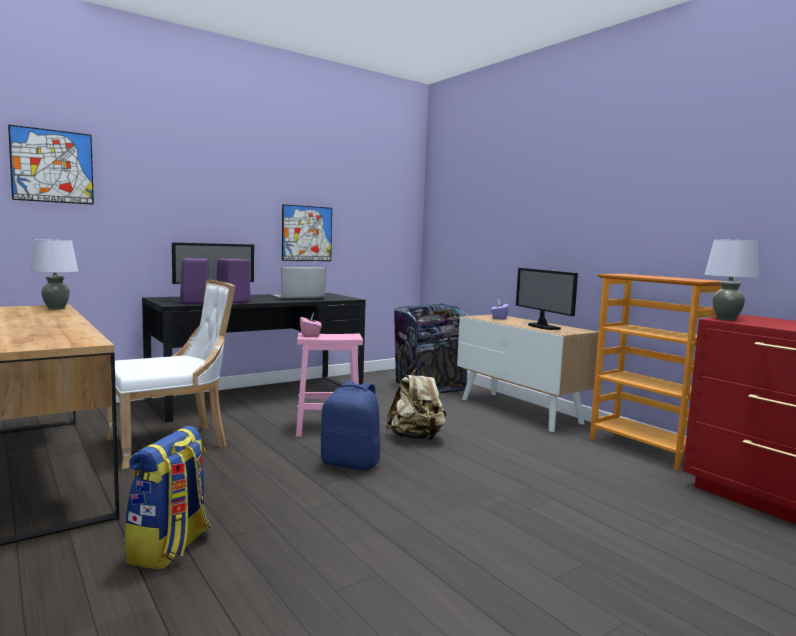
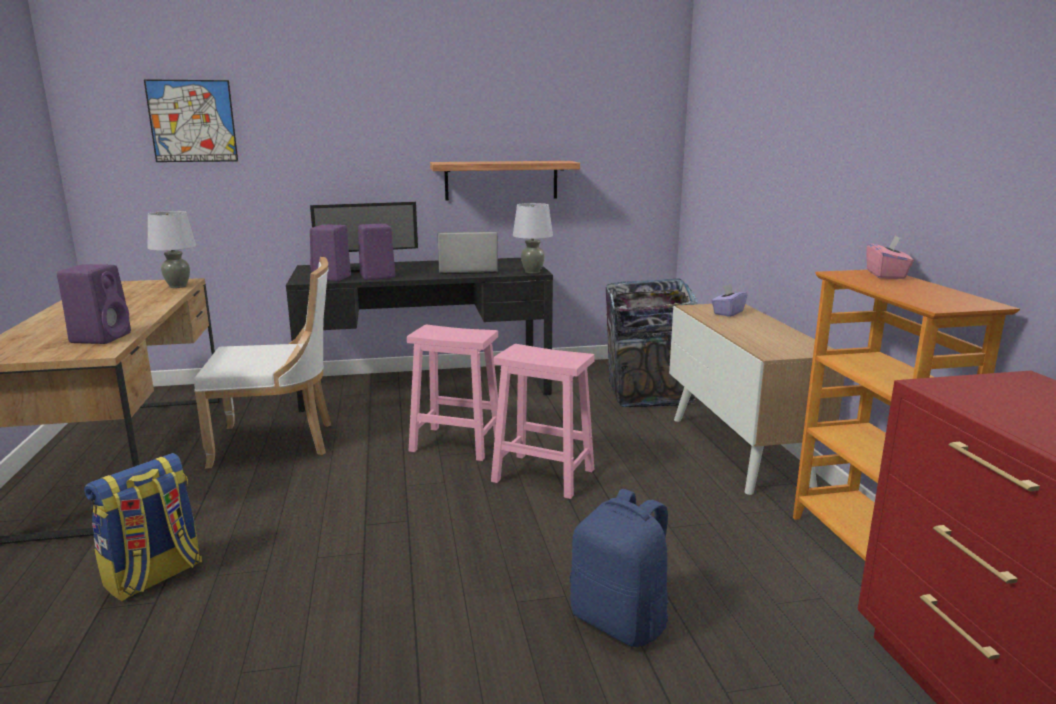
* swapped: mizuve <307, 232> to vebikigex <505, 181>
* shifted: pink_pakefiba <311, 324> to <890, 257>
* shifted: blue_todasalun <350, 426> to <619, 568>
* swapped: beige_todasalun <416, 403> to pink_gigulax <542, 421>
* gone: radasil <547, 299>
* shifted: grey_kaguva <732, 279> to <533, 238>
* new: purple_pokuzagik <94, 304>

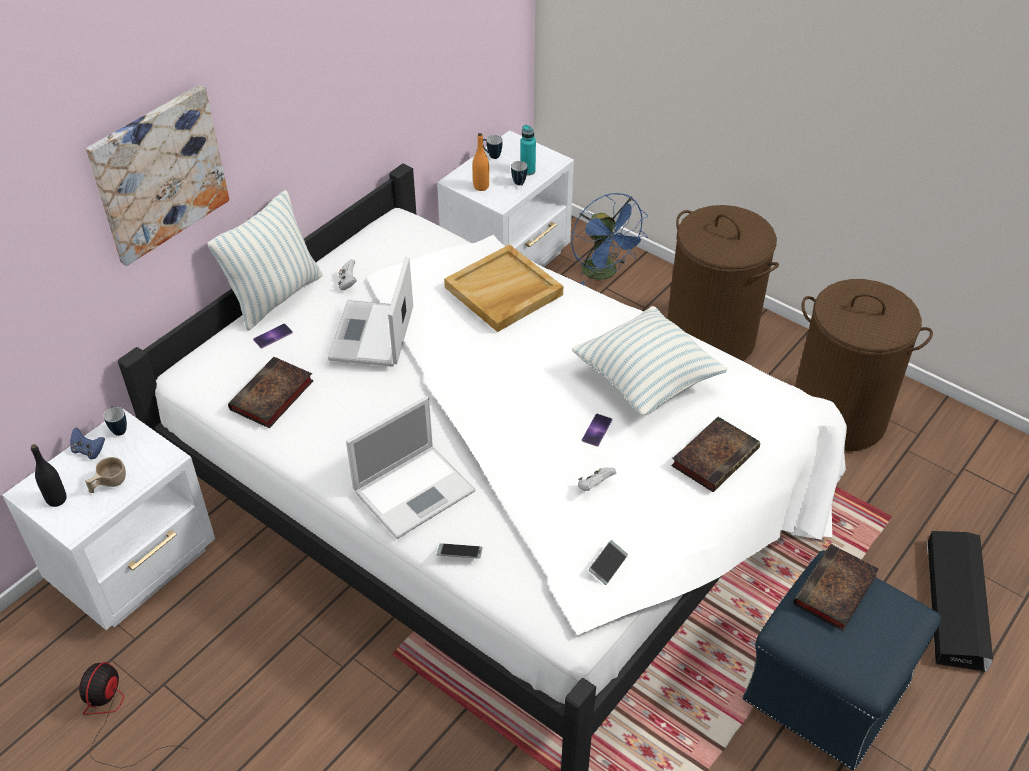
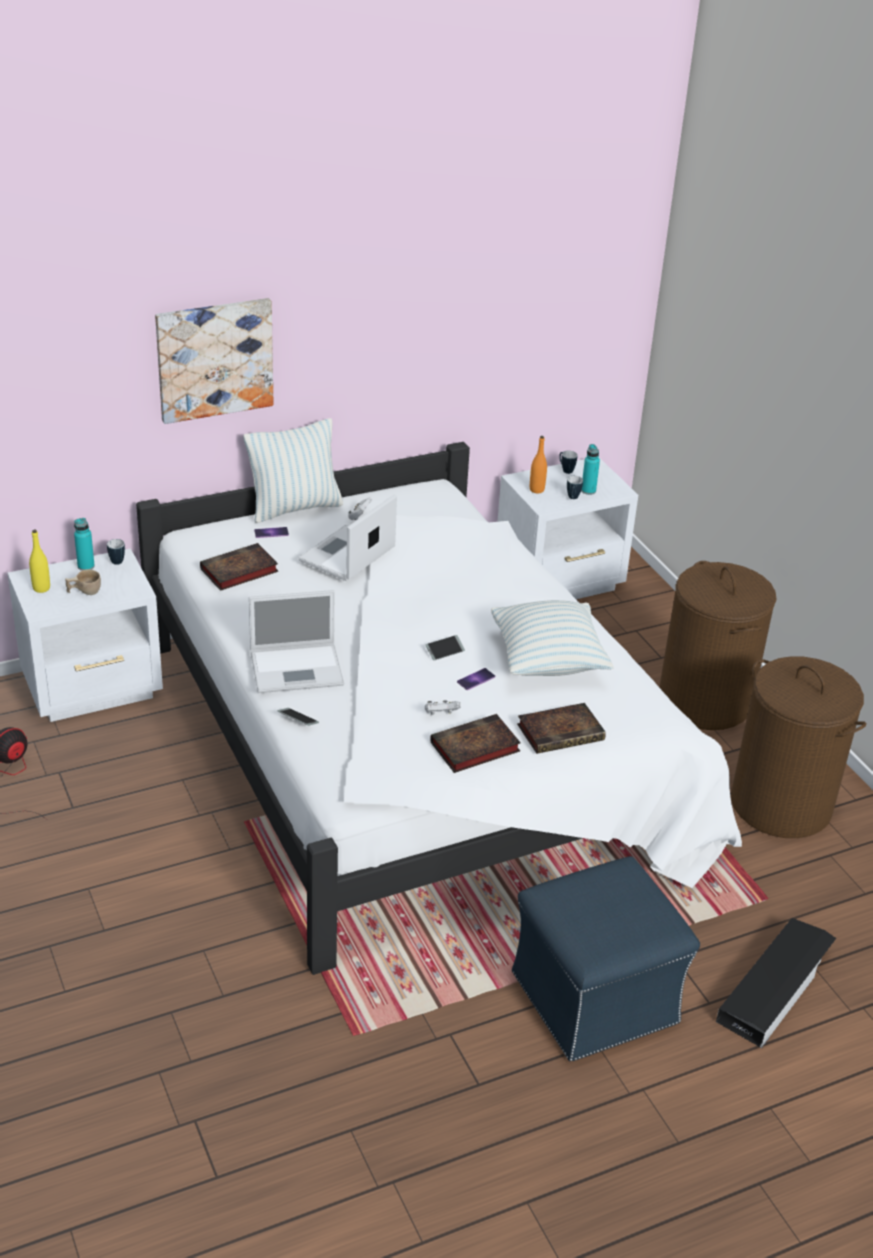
* repainted: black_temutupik <49, 475> to yellow_temutupik <39, 561>
* swapped: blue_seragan <87, 443> to turquoise_temutupik <84, 544>
* gone: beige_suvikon <503, 288>
* gone: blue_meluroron <609, 239>
* shifted: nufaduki <608, 562> to <445, 647>
* shifted: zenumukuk <836, 587> to <475, 743>

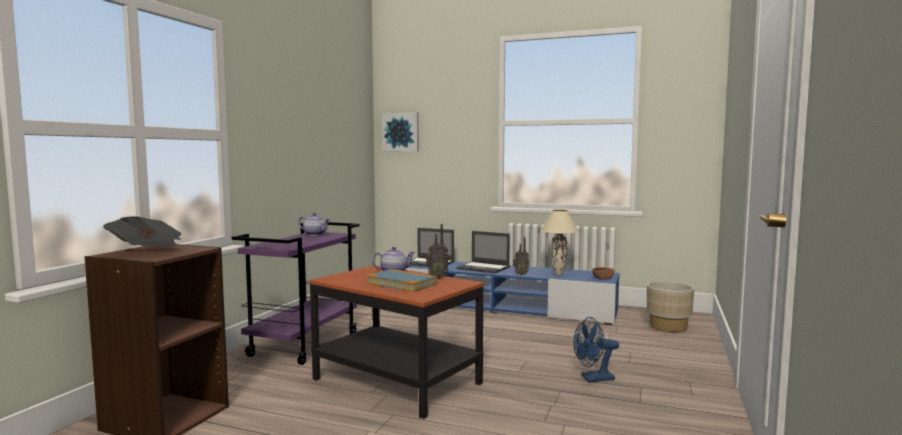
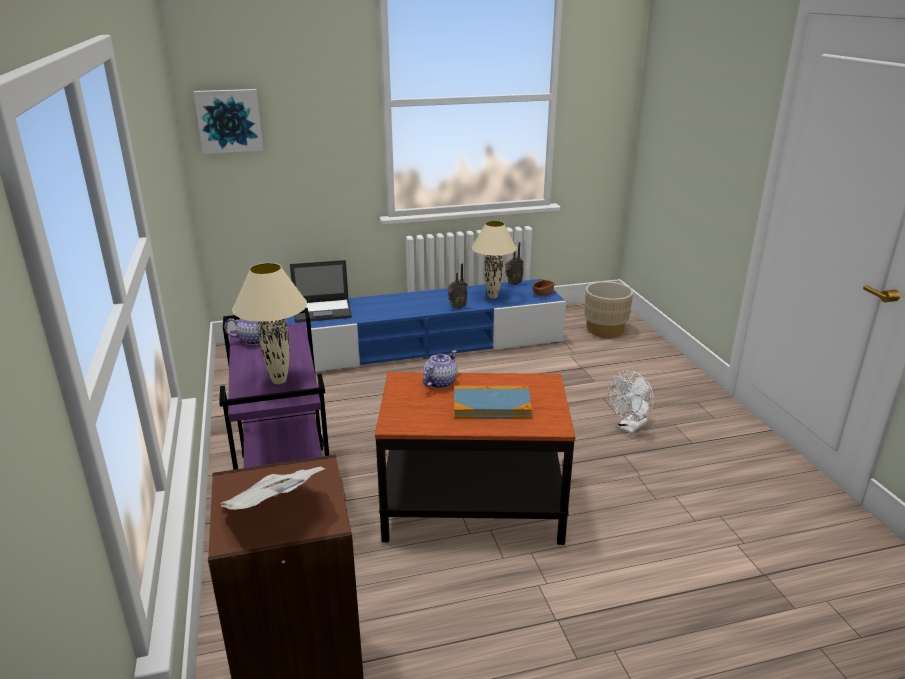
* shifted: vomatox <437, 251> to <514, 263>
* gone: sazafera <483, 252>
* repainted: blue_meluroron <596, 349> to white_meluroron <631, 402>
* new: beige_kaguva <269, 323>

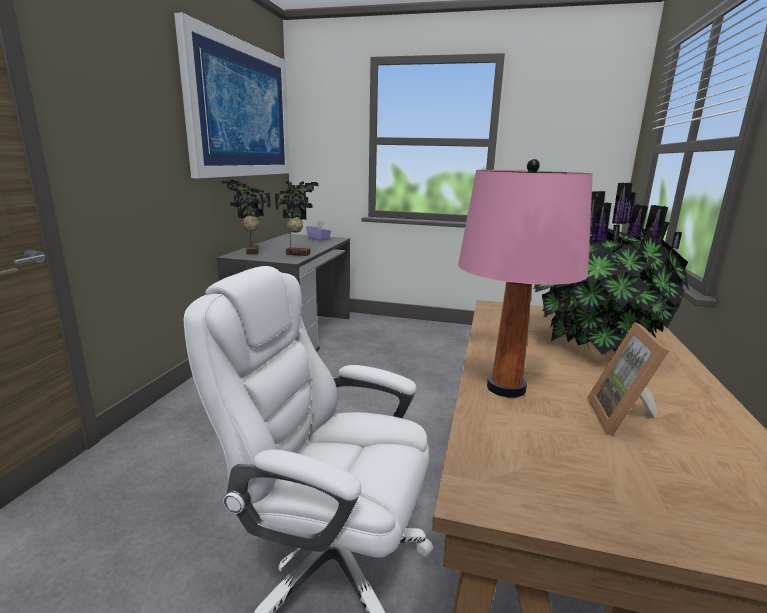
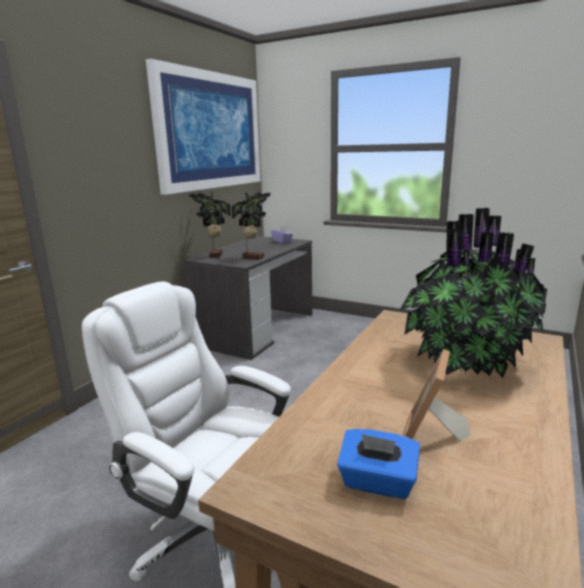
* gone: pink_kaguva <525, 278>
* new: blue_pakefiba <378, 464>

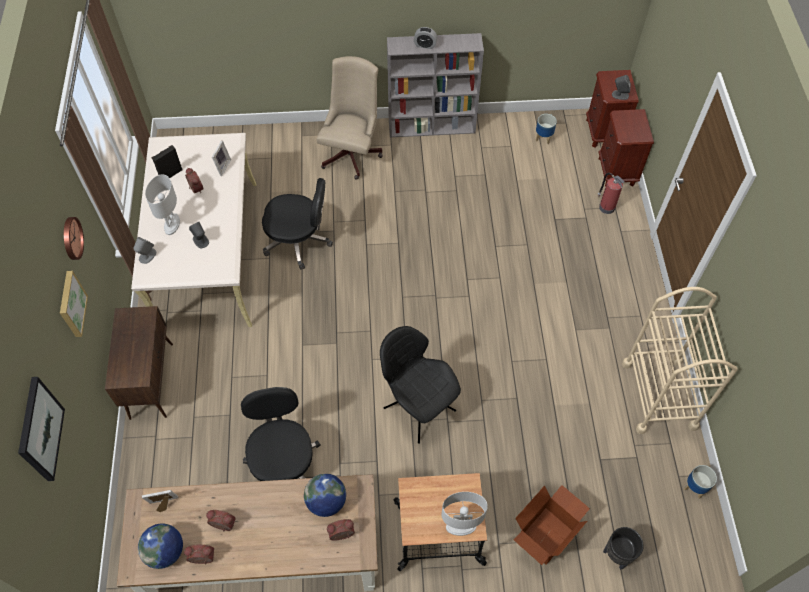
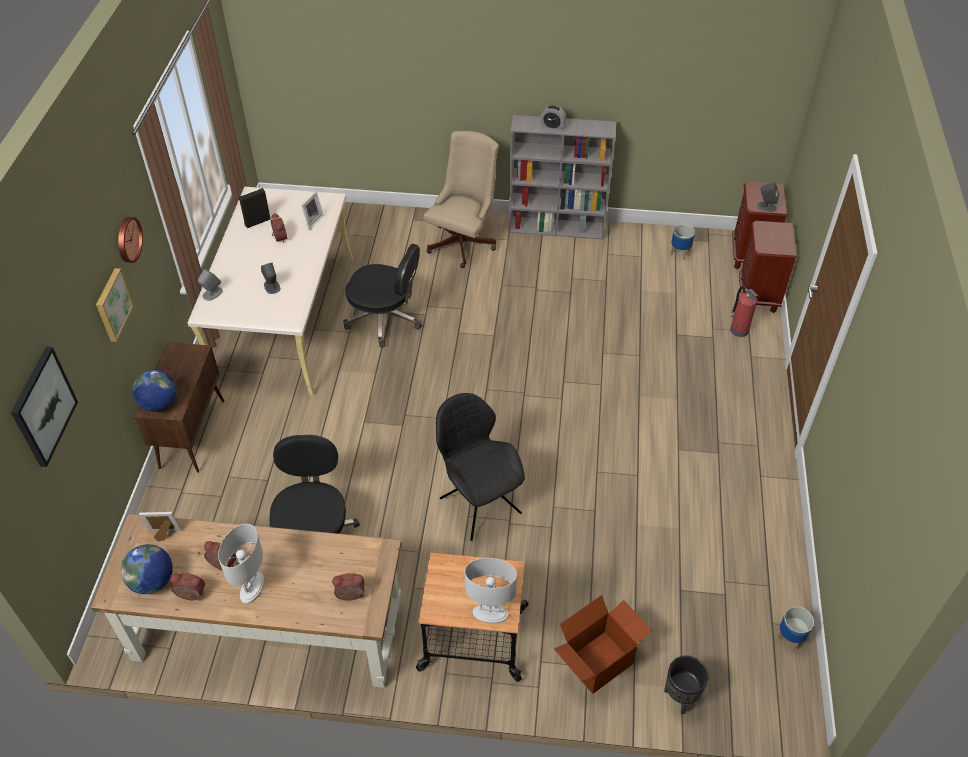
* shifted: white_kaguva <162, 204> to <241, 564>
* shifted: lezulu <325, 495> to <155, 391>
* gone: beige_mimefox <680, 360>

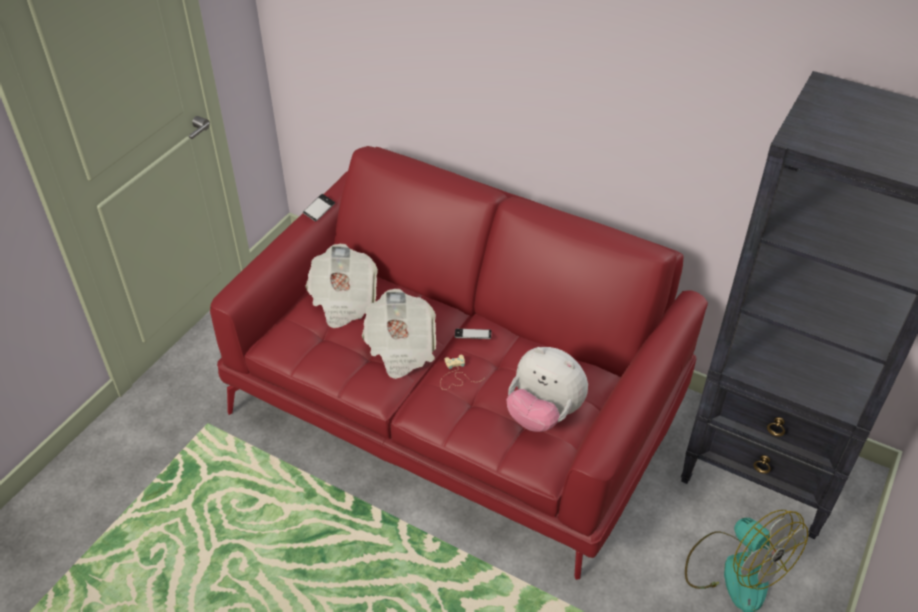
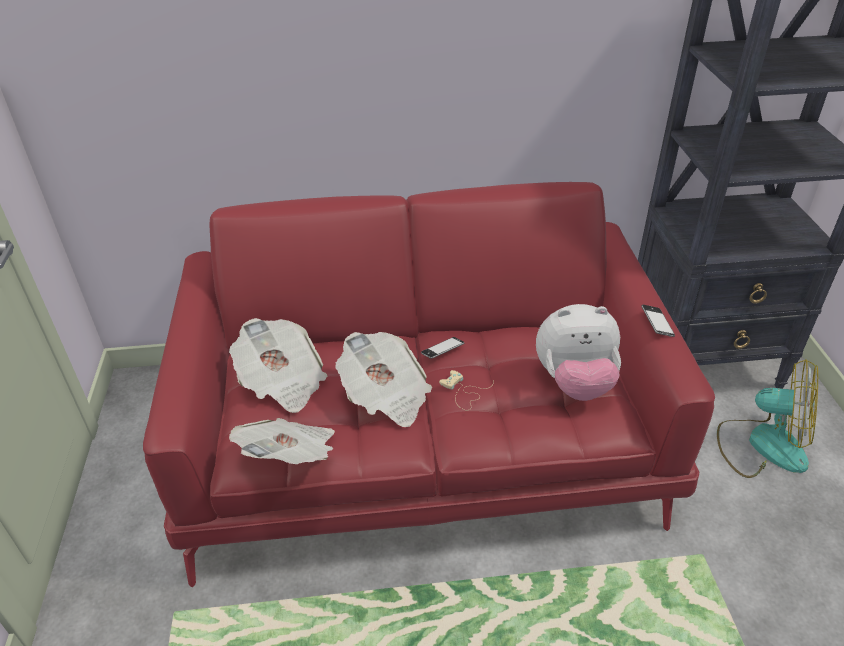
* shifted: nufaduki <319, 208> to <658, 321>
* new: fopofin <282, 441>

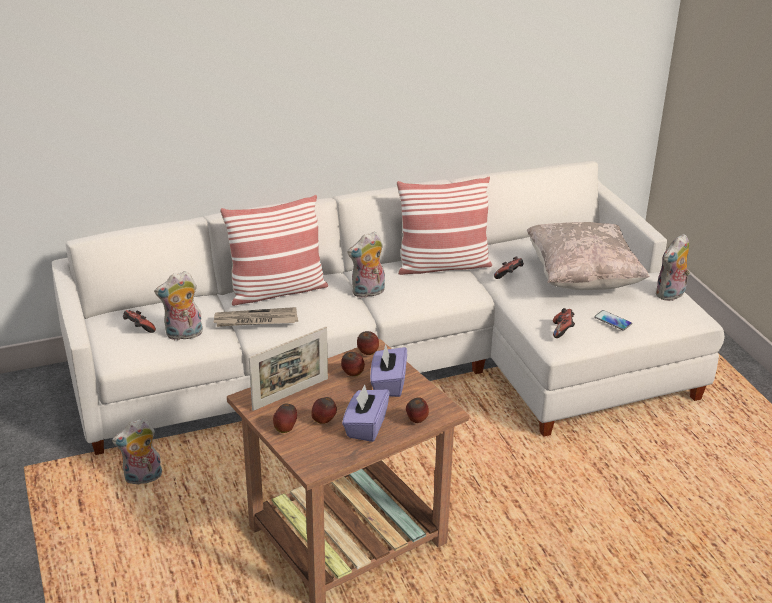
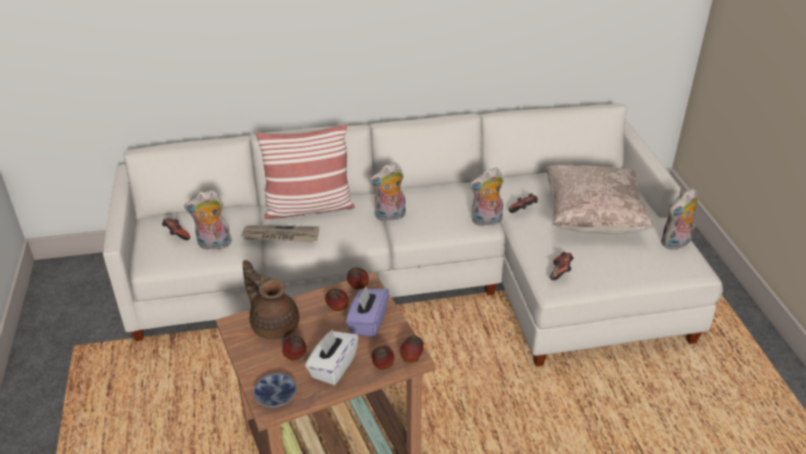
* shifted: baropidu <137, 451> to <486, 197>
* swapped: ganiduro <288, 368> to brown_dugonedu <270, 299>
* shifted: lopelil <285, 418> to <412, 349>
* repainted: purple_pakefiba <366, 413> to white_pakefiba <332, 357>
* gone: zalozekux <444, 226>
* gone: nufaduki <613, 320>
* new: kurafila <275, 390>

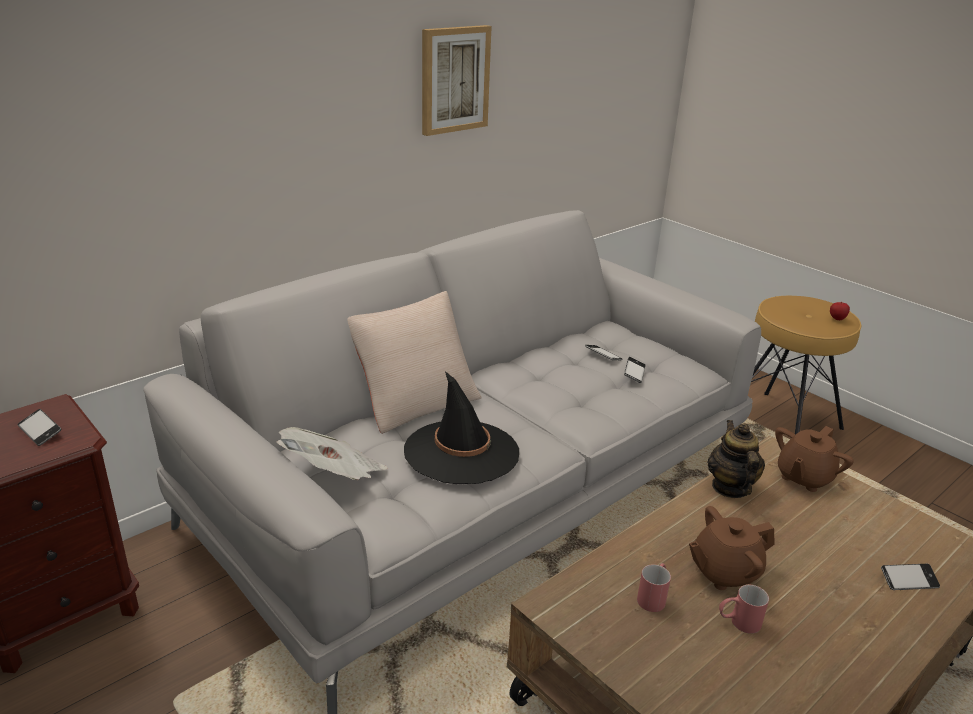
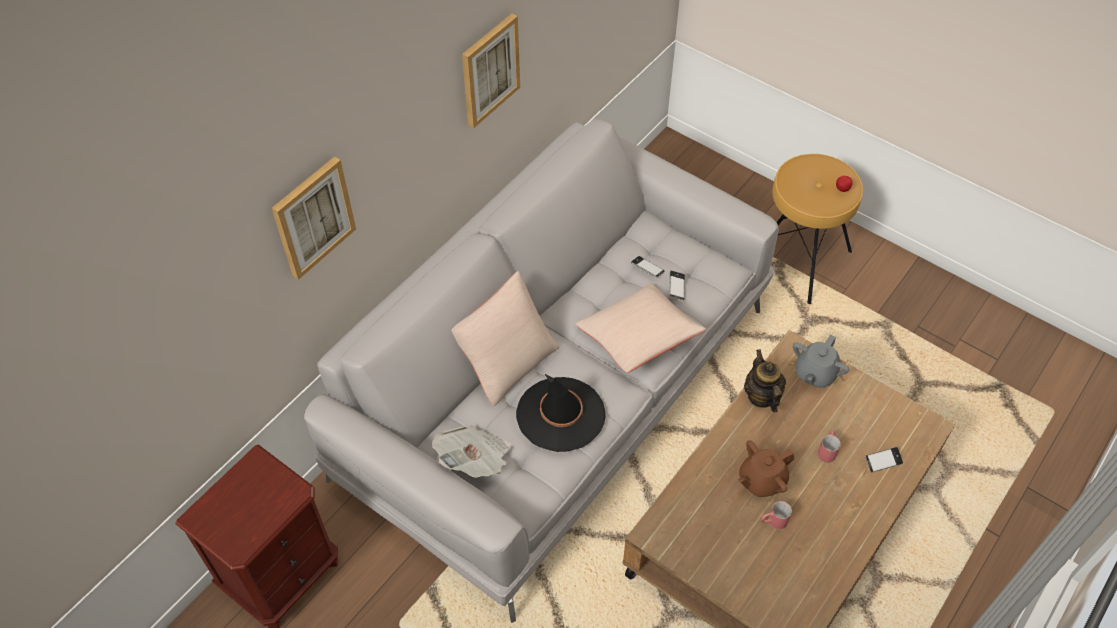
* gone: nufaduki <39, 427>
* shifted: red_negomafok <654, 587> to <829, 447>
* repainted: brown_dugonedu <814, 459> to grey_dugonedu <821, 361>
* new: mizuve <314, 218>
* new: beige_zalozekux <640, 328>

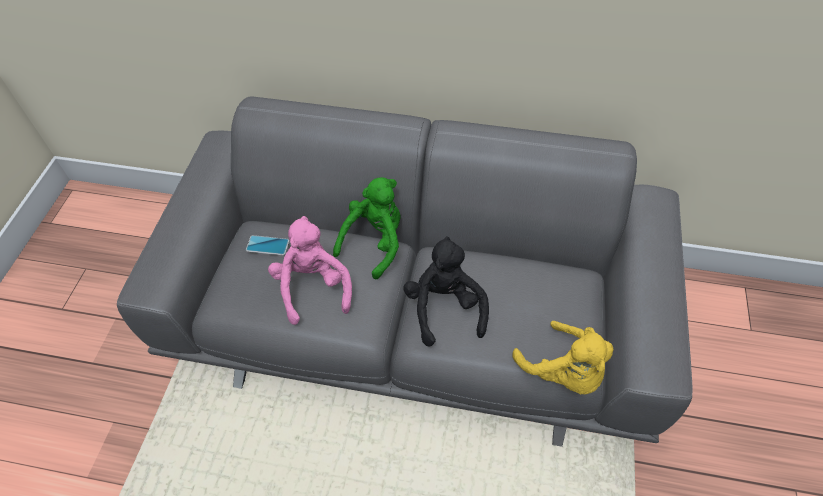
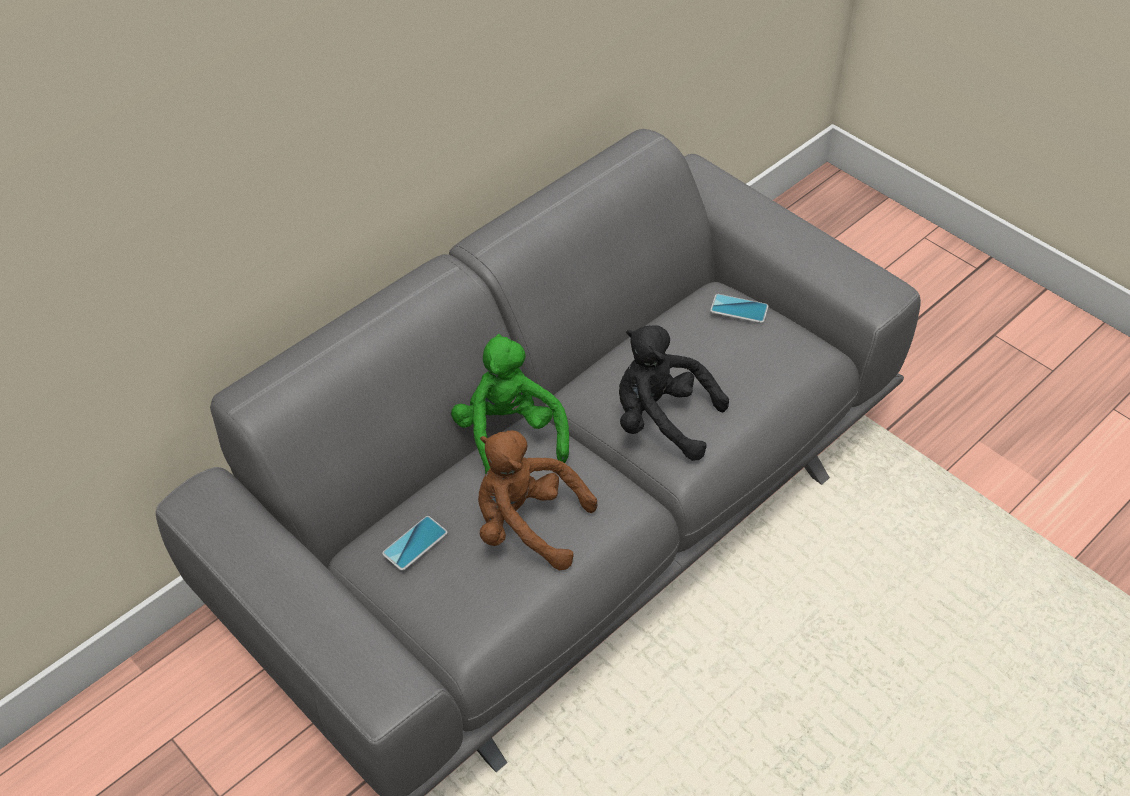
* repainted: pink_baropidu <310, 270> to brown_baropidu <537, 500>
* gone: yellow_baropidu <562, 357>
* new: nufaduki <739, 308>

